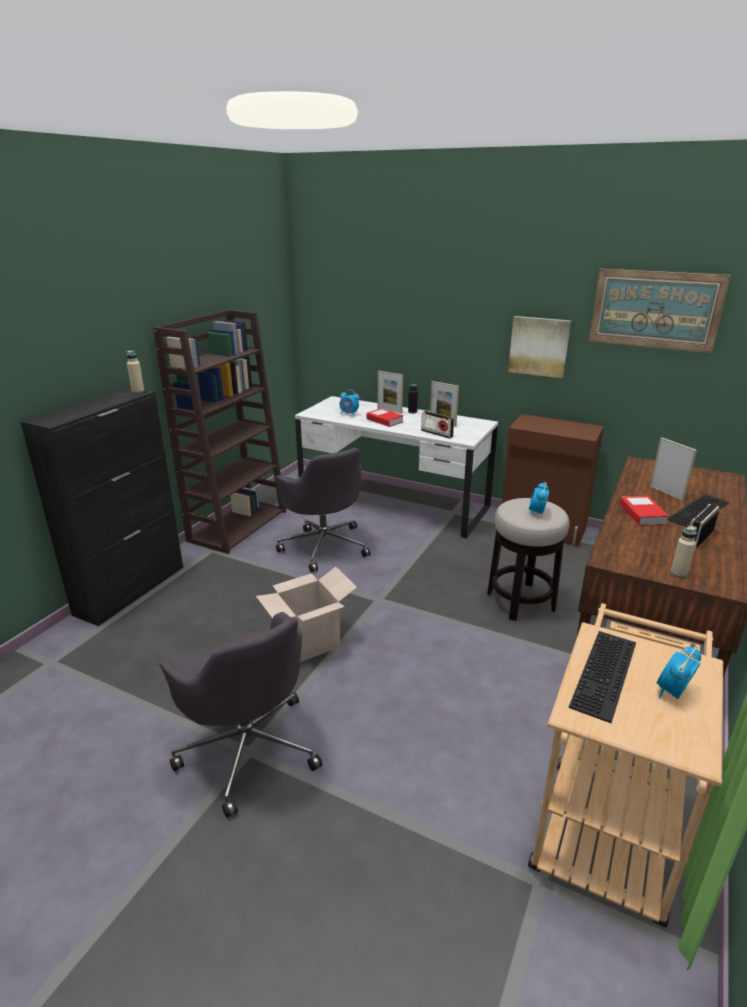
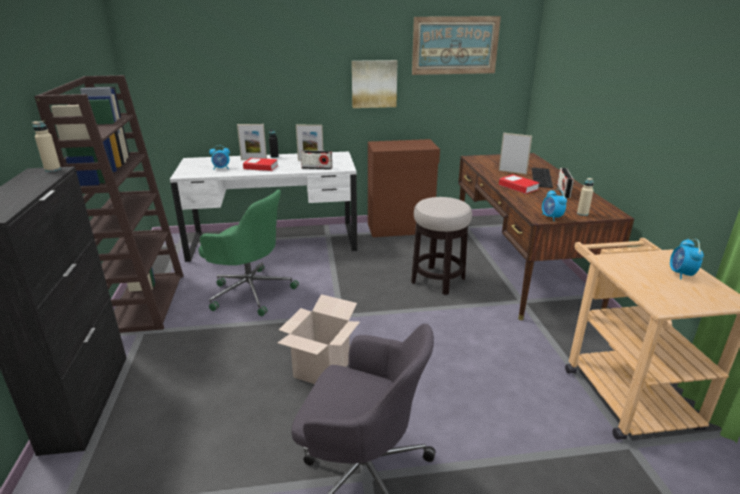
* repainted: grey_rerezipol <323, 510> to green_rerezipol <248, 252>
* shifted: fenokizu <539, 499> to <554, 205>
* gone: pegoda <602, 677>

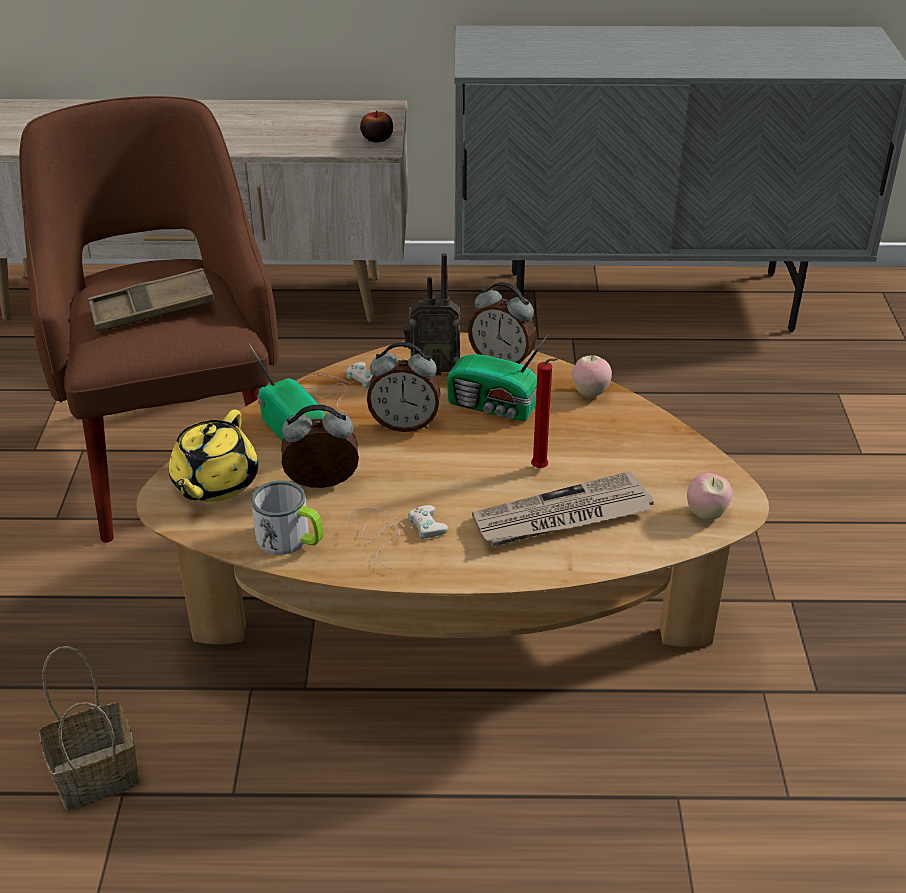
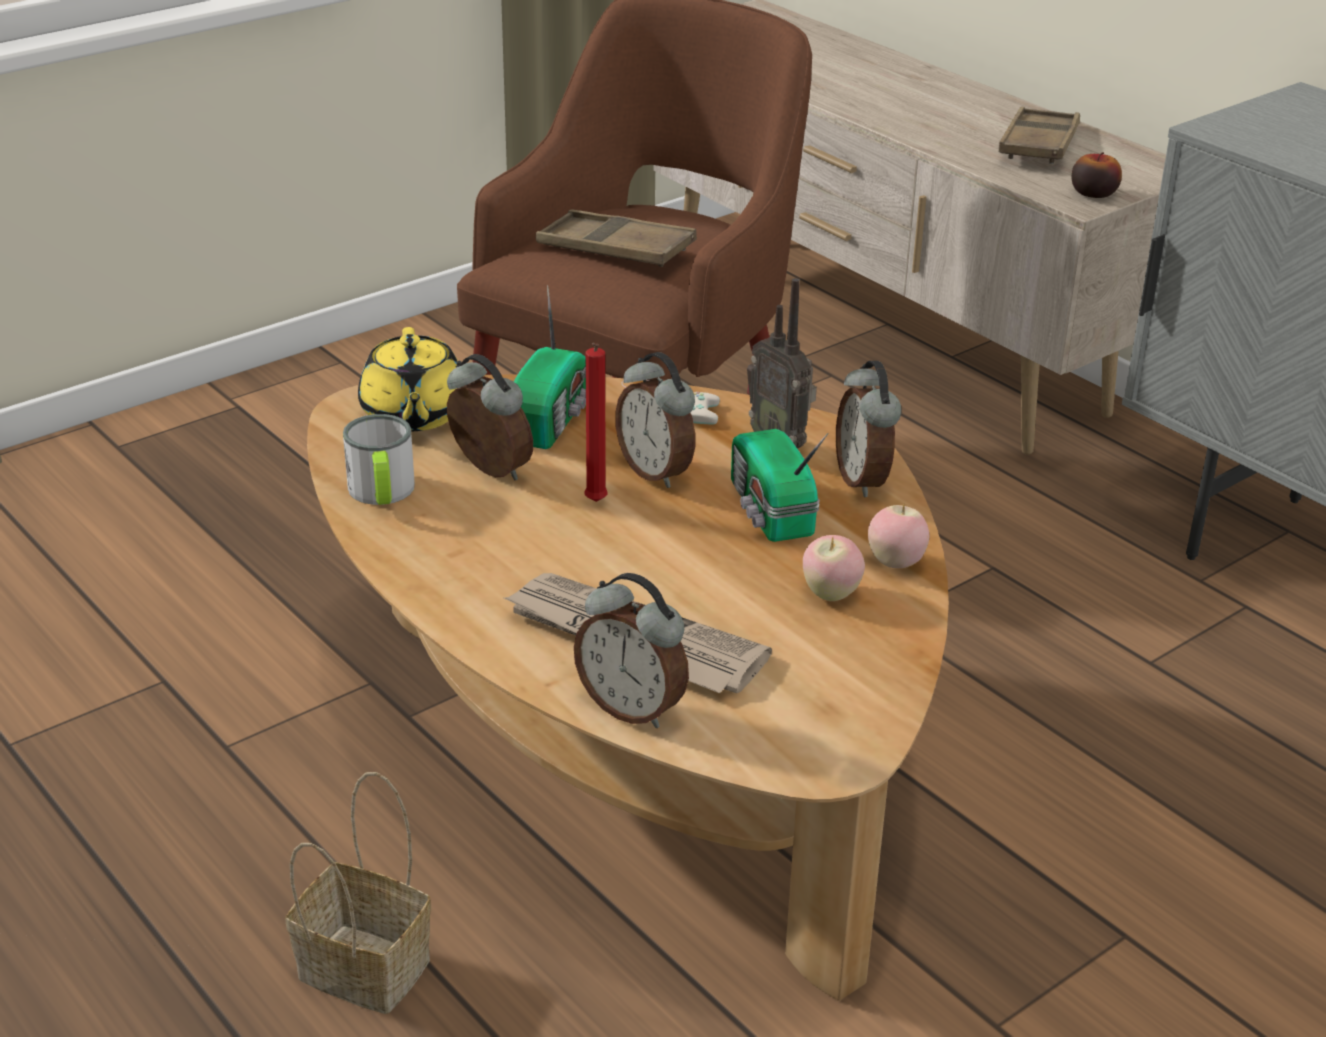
* shifted: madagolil <89, 728> to <358, 893>
* rotated: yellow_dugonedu <213, 456> = <408, 379> 75 degrees counterclockwise
* gone: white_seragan <397, 537>
* shifted: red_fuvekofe <544, 413> to <596, 422>
* shifted: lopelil <709, 496> to <834, 568>
* new: fenokizu <631, 650>
* new: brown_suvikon <1039, 135>

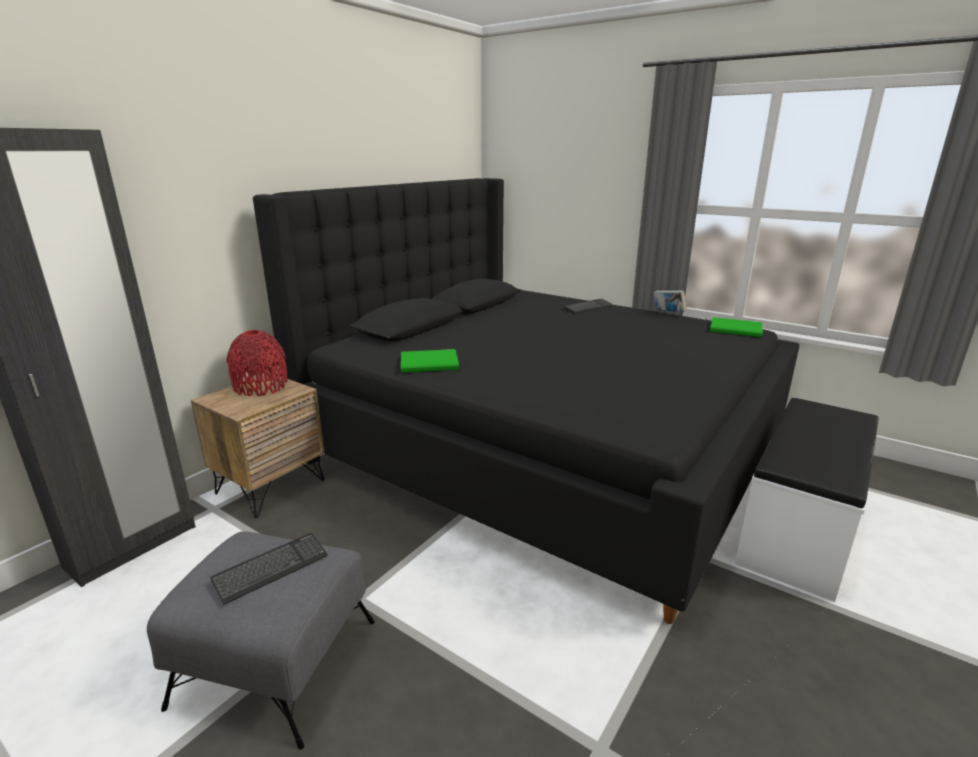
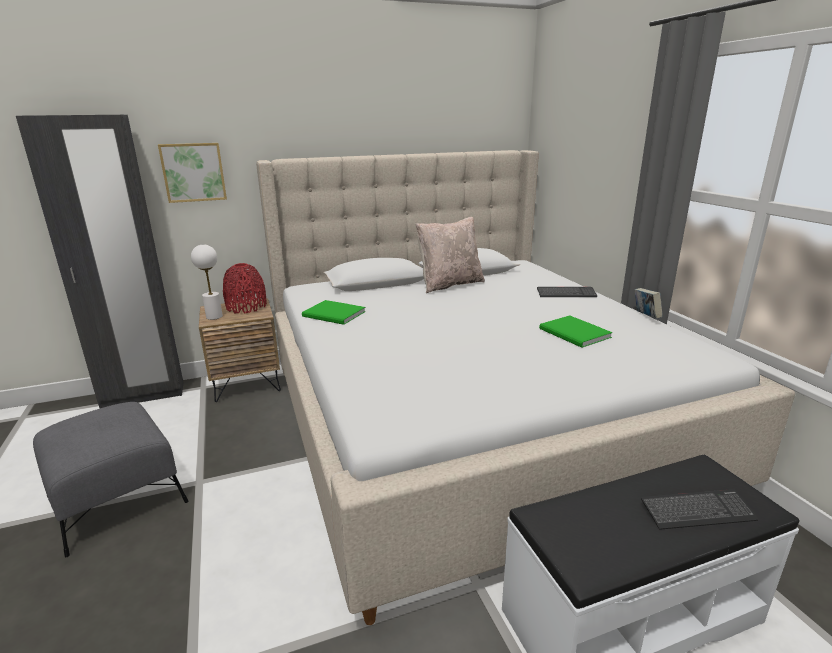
* shifted: pegoda <269, 569> to <699, 509>
* repainted: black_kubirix <526, 401> to beige_kubirix <525, 387>
* shifted: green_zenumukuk <736, 327> to <576, 331>
* new: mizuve <192, 173>
* new: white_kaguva <207, 282>
* new: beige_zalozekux <450, 255>

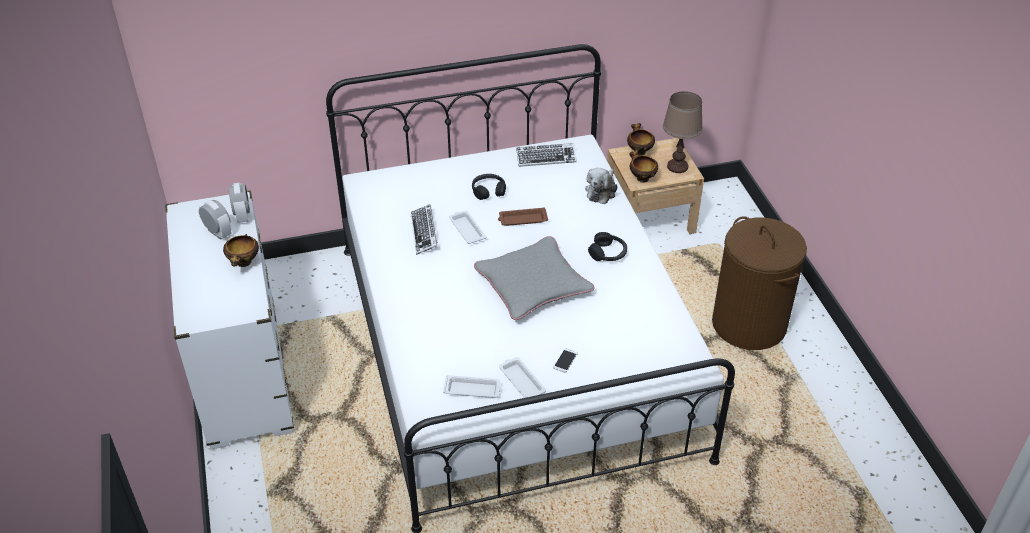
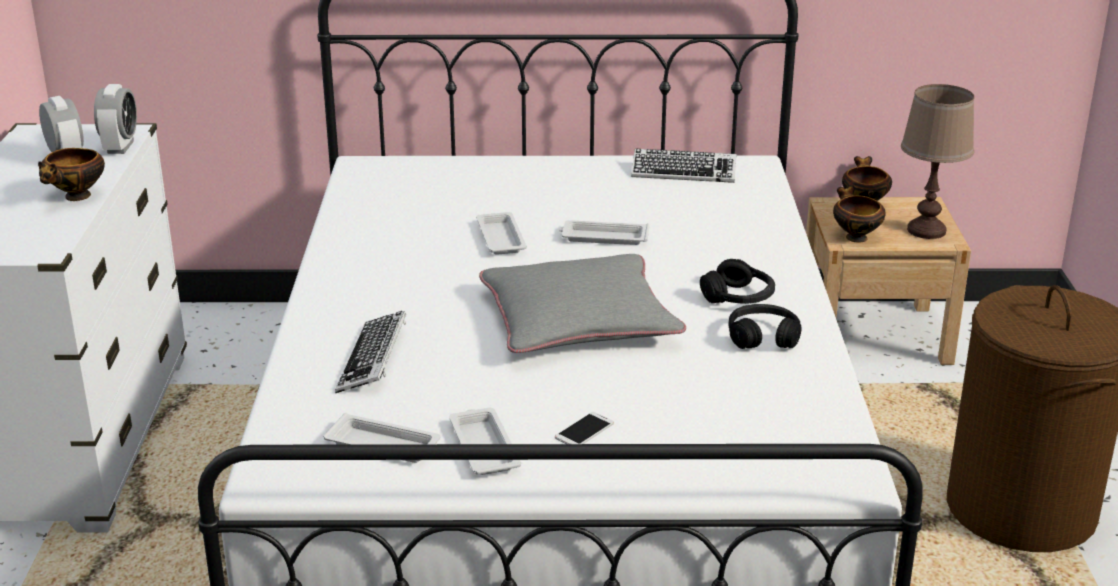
* shifted: pegoda <424, 229> to <370, 352>
* shifted: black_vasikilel <489, 187> to <765, 326>
* repainted: brown_suvikon <523, 216> to white_suvikon <604, 232>
* gone: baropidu <601, 186>

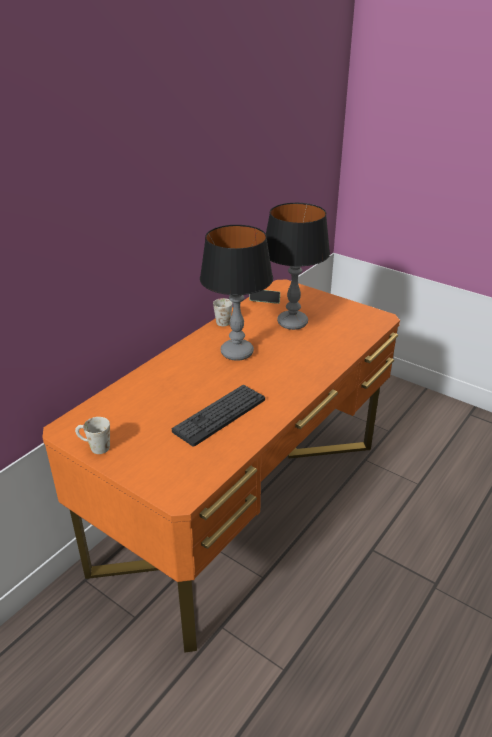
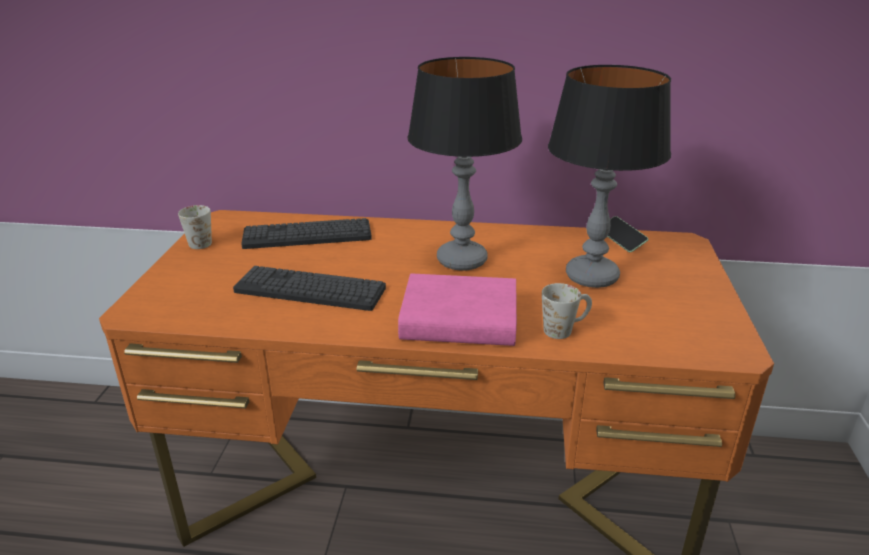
* shifted: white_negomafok <223, 312> to <567, 311>
* new: pegoda <306, 233>
* new: pink_zenumukuk <457, 309>

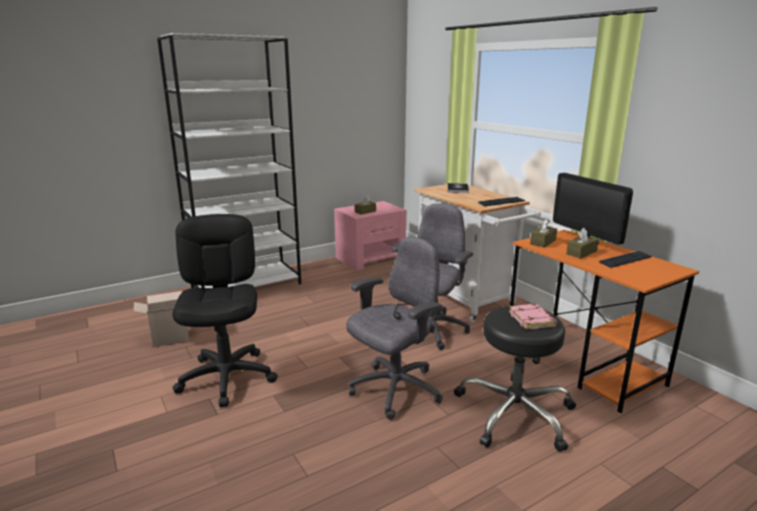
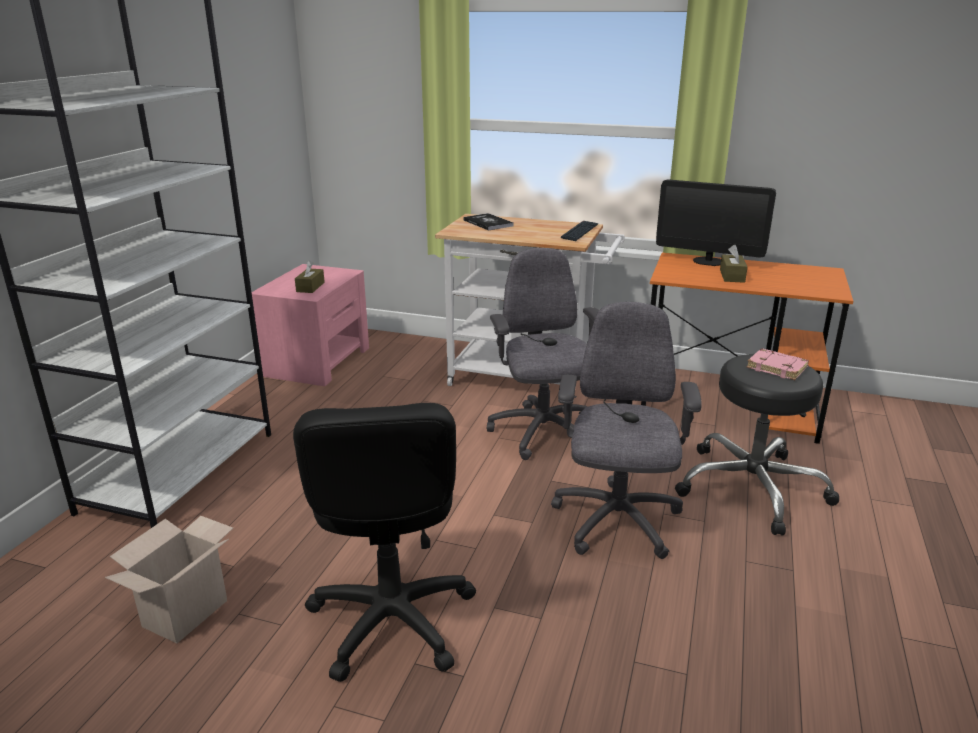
* rotated: black_rerezipol <225, 310> = <384, 542> 135 degrees counterclockwise
* gone: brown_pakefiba <543, 233>
* gone: pegoda <625, 259>

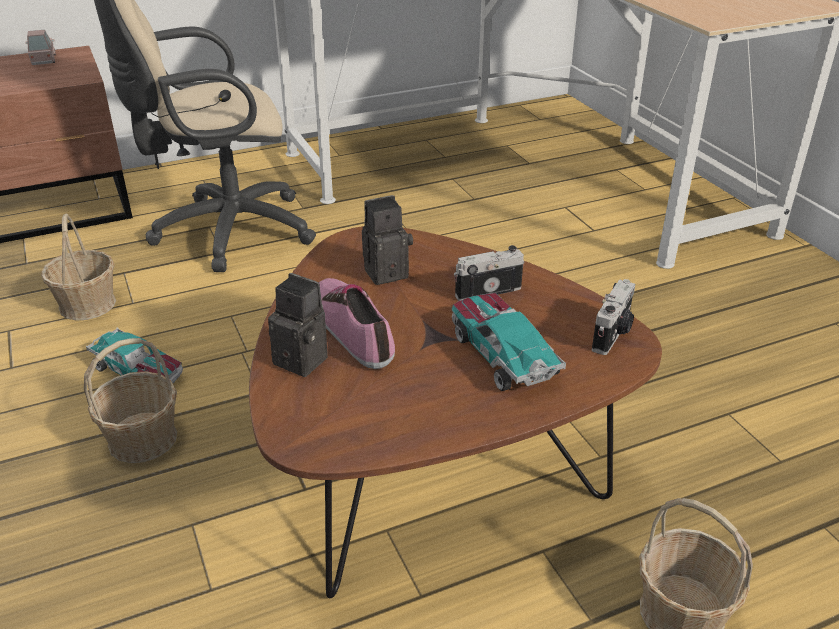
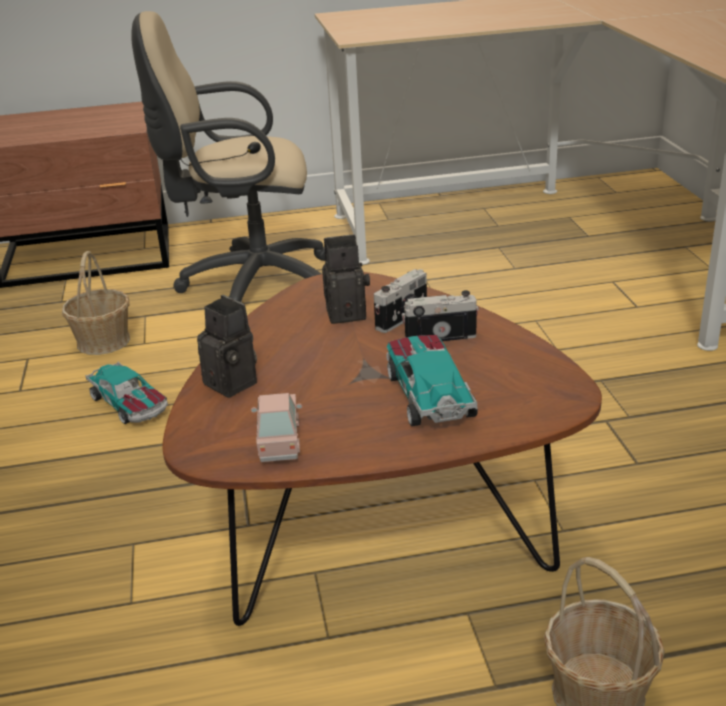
* shifted: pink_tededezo <40, 47> to <276, 427>
* gone: madagolil <130, 400>
* gone: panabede <357, 323>
* shifted: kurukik <613, 317> to <400, 301>

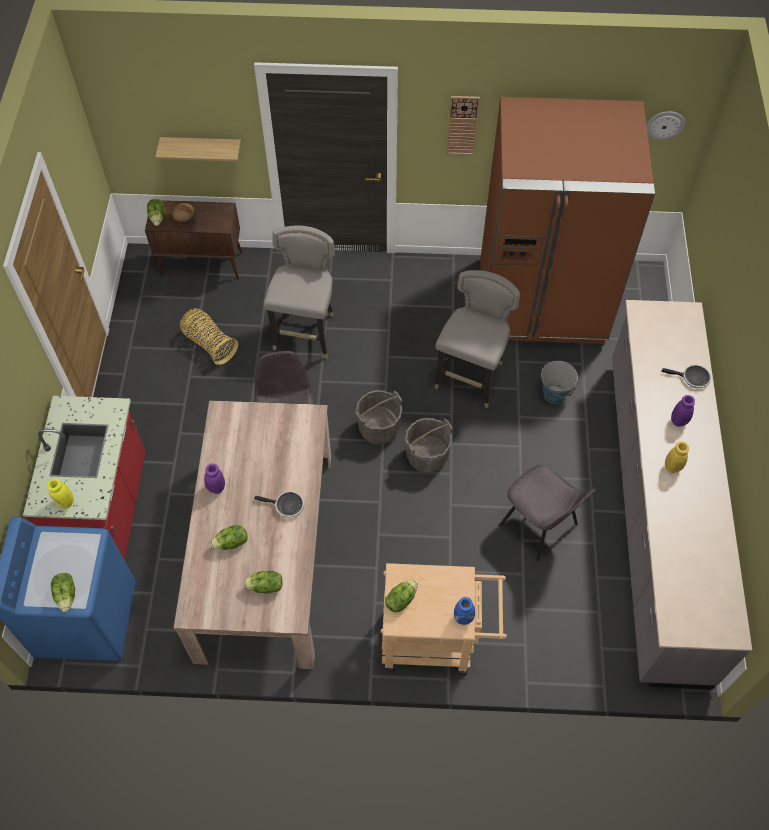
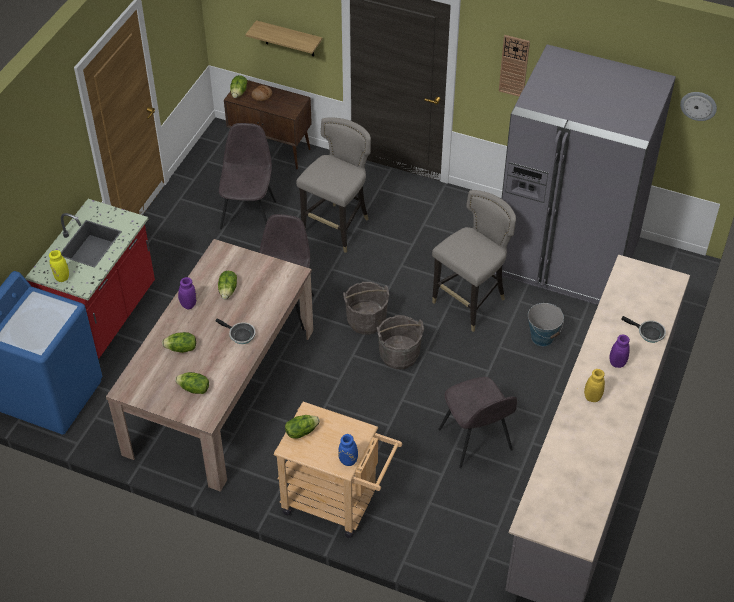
* shifted: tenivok <63, 592> to <227, 285>
* swapped: madagolil <209, 336> to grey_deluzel <247, 176>
* repainted: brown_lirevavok <568, 220> to grey_lirevavok <585, 174>

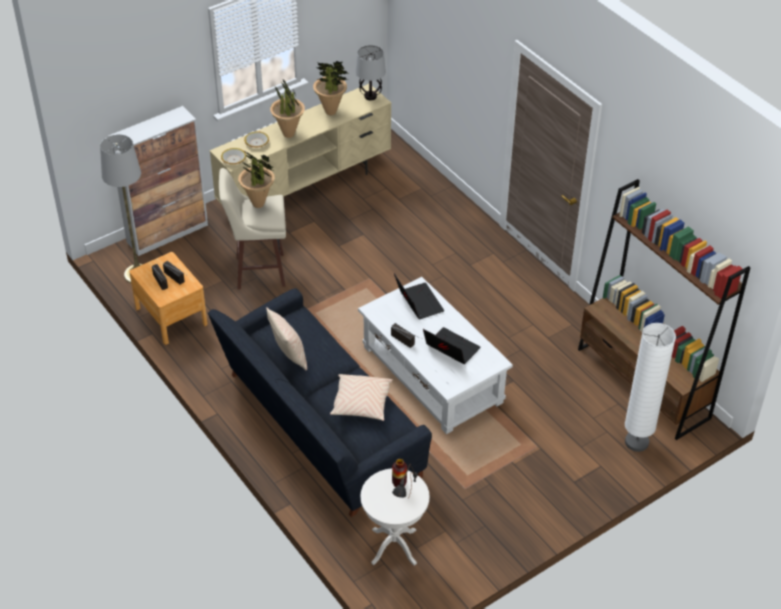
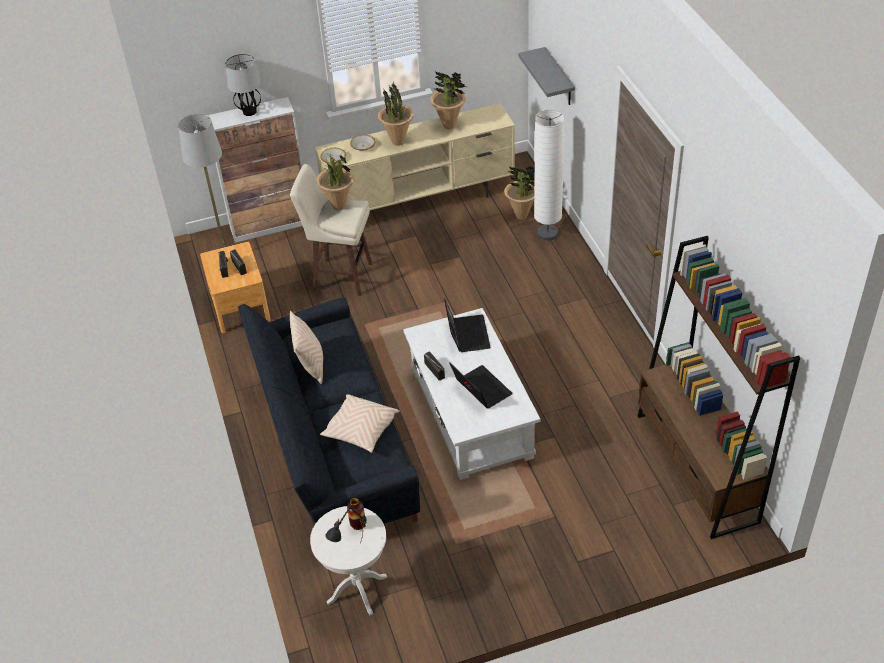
* shifted: kaguva <371, 72> to <243, 85>
* shifted: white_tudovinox <650, 387> to <549, 175>
* new: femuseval <519, 193>
* new: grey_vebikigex <546, 76>

